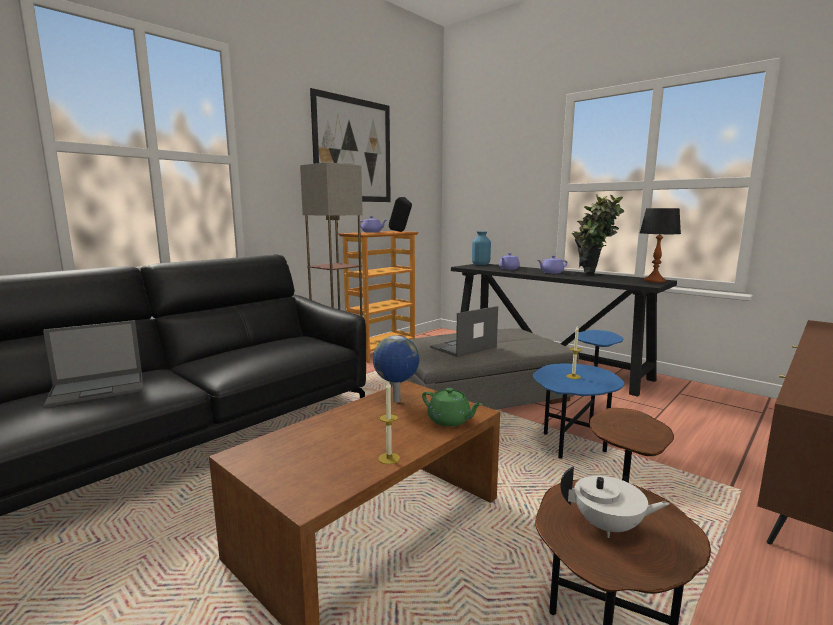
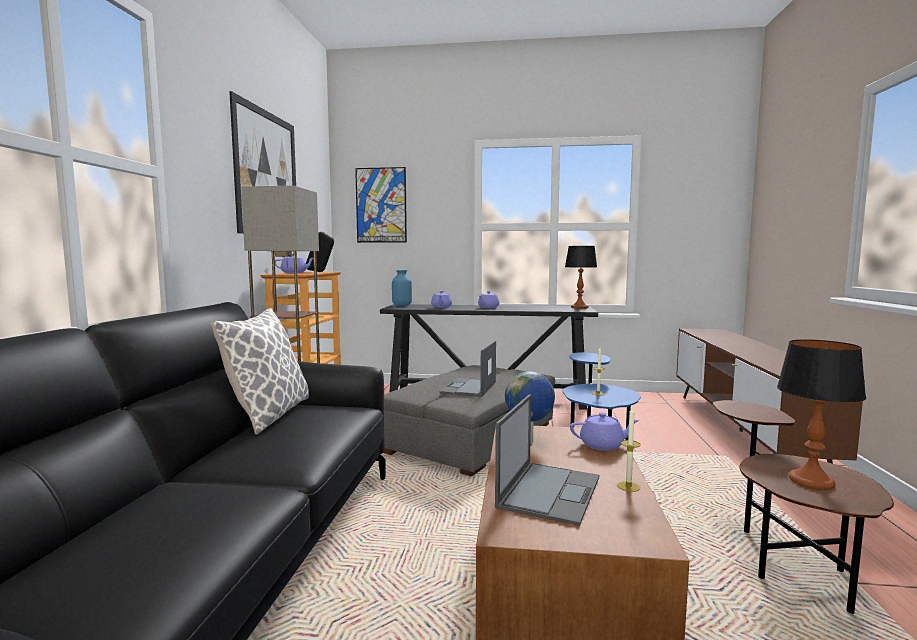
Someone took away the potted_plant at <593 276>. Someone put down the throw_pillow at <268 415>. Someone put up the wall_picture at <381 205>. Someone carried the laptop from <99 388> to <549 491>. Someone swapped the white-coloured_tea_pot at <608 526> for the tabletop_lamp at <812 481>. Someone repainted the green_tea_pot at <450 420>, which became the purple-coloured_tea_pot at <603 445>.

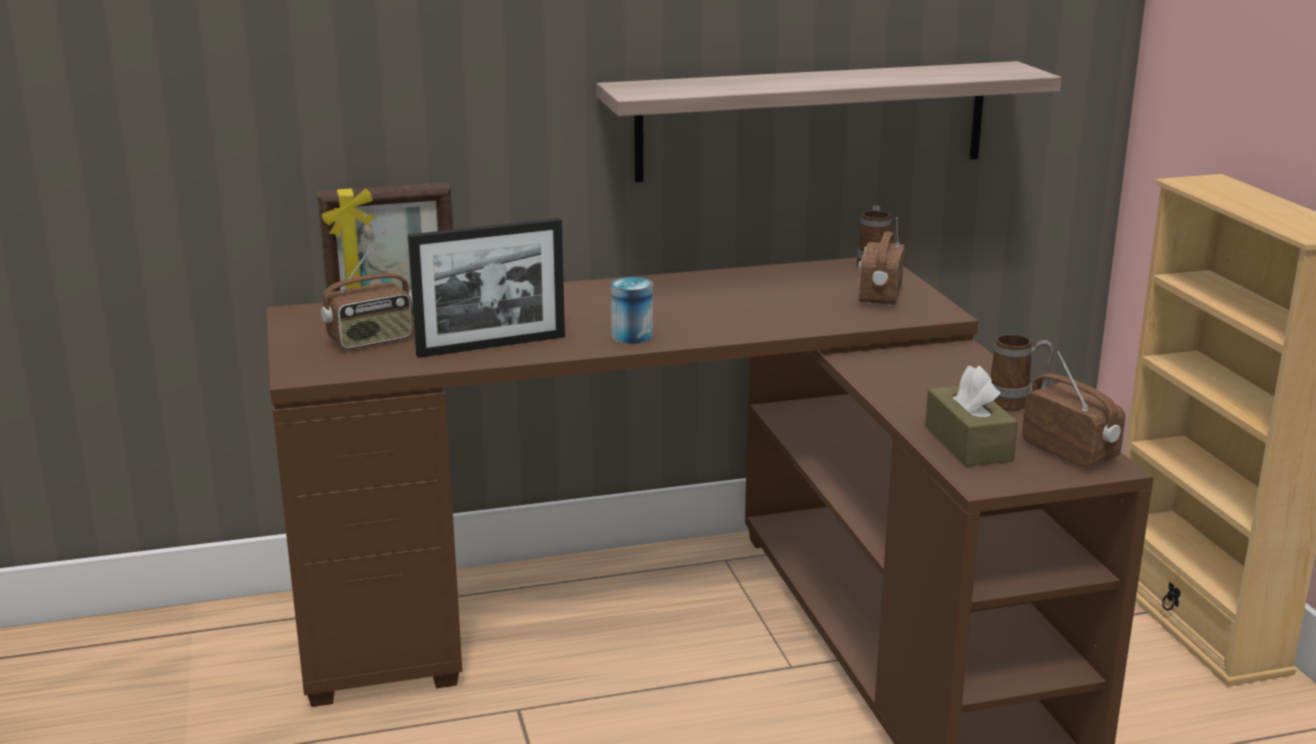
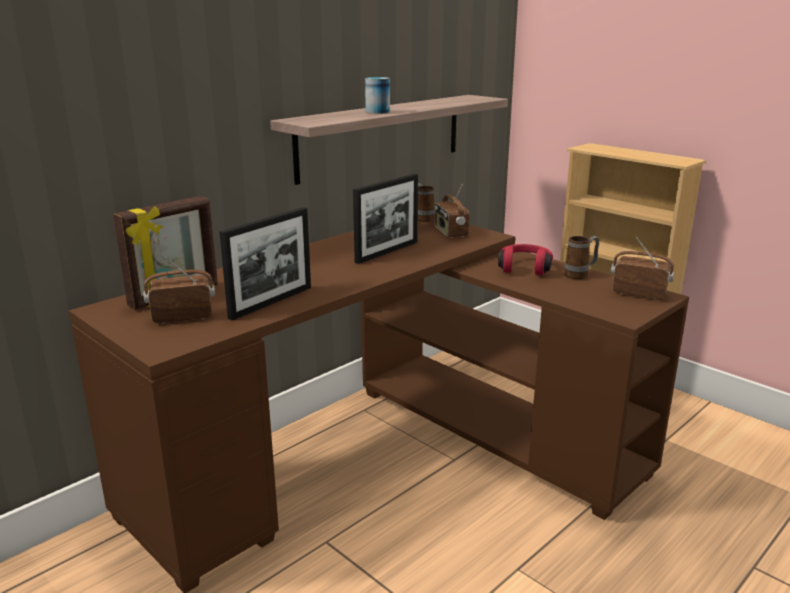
Someone took away the brown-coloured_tissue_holder at <968 443>. Someone put down the picture_frame at <387 252>. Someone put down the red-coloured_headphones at <525 268>. Someone carried the sealed_can from <632 336> to <377 112>. Someone rotated the radio_set at <371 341> by 135 degrees counterclockwise.

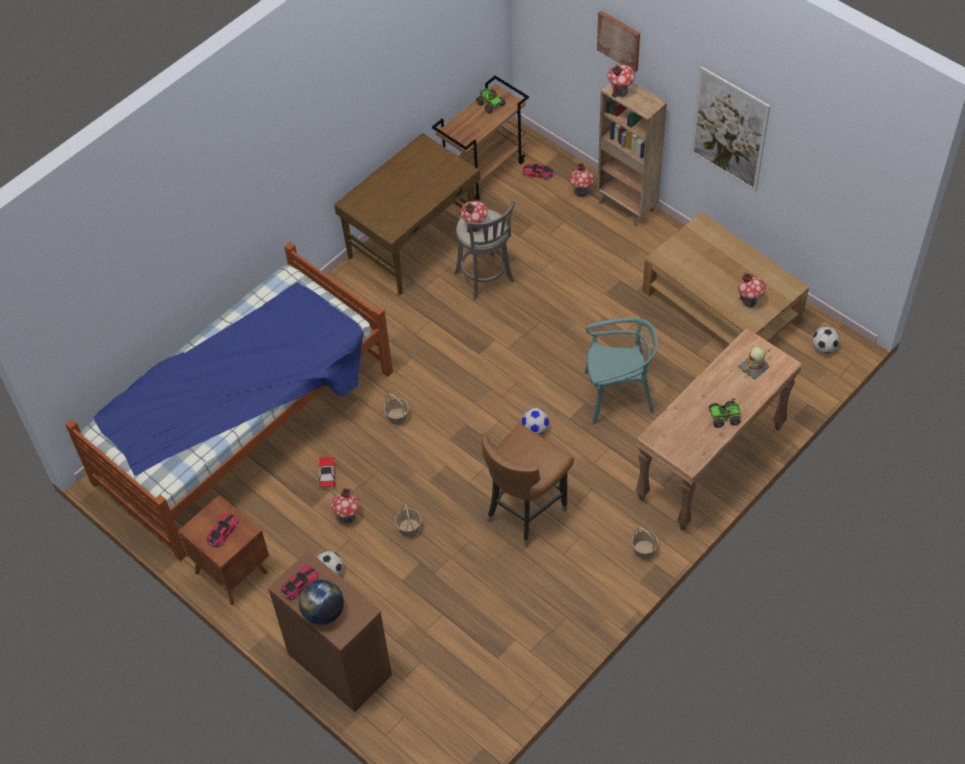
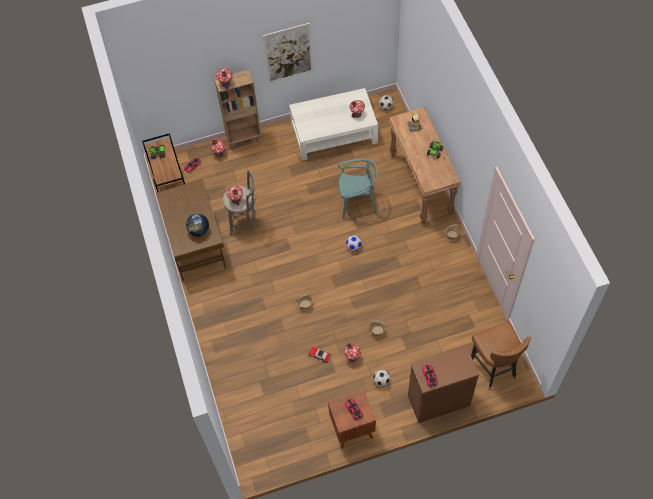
Someone took away the sleeping_bed at <246 427>. Someone took away the wall_picture at <619 40>. Someone carried the desk_globe from <323 612> to <199 231>. Someone carried the brown-coloured_upright_chair from <525 512> to <493 368>. Someone repainted the brown-coloured_lounge_table at <720 305>, which became the white-coloured_lounge_table at <333 133>. Someone rotated the turquoise_upright_chair at <617 395> by 60 degrees clockwise.

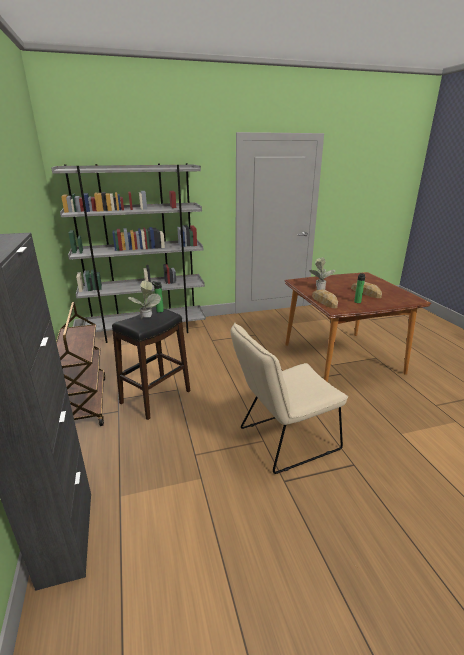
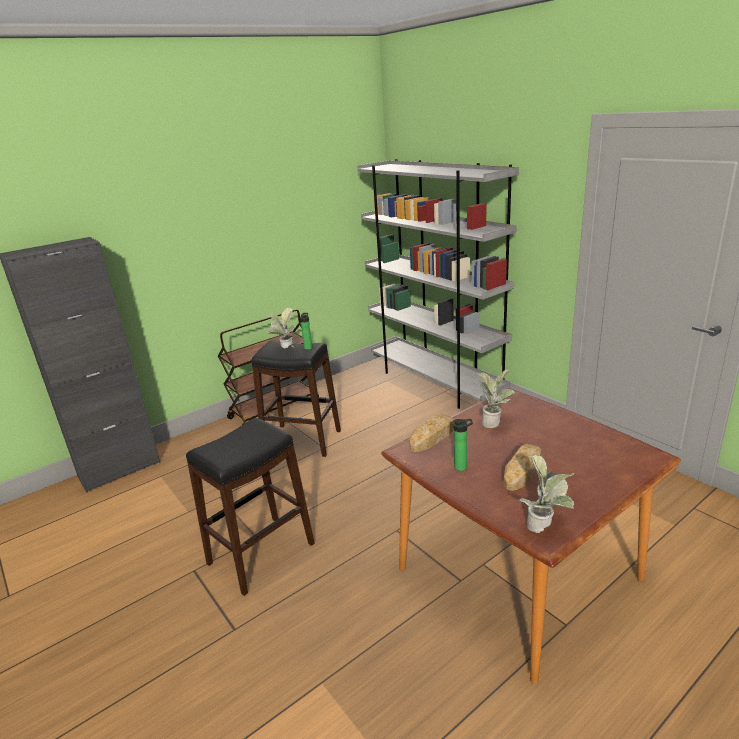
Someone put down the potted_plant at <544 528>. Someone swapped the beige-coloured_upright_chair at <283 440> for the black_stool_seat at <261 553>.

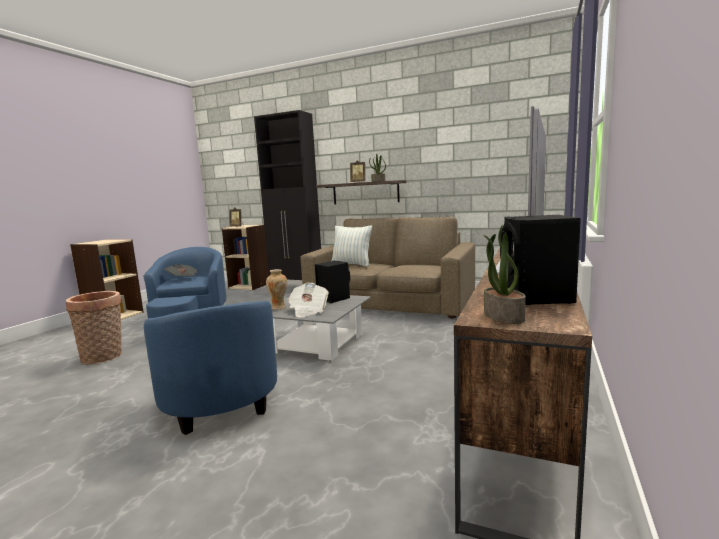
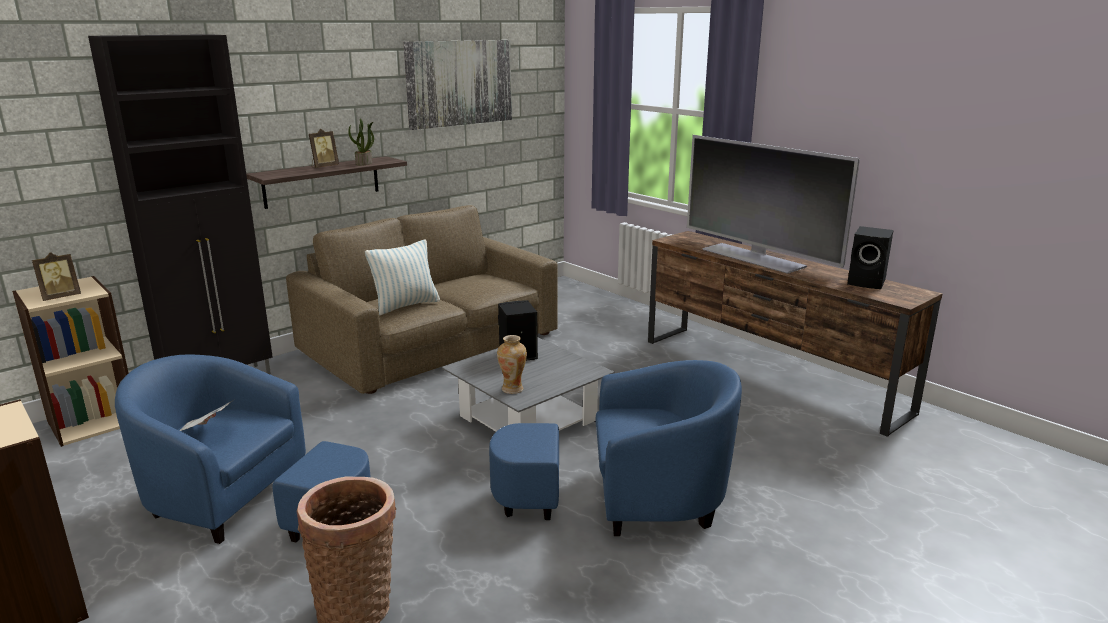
Someone took away the daily_paper at <308 311>. Someone took away the potted_plant at <502 316>. Someone put up the wall_picture at <459 83>.

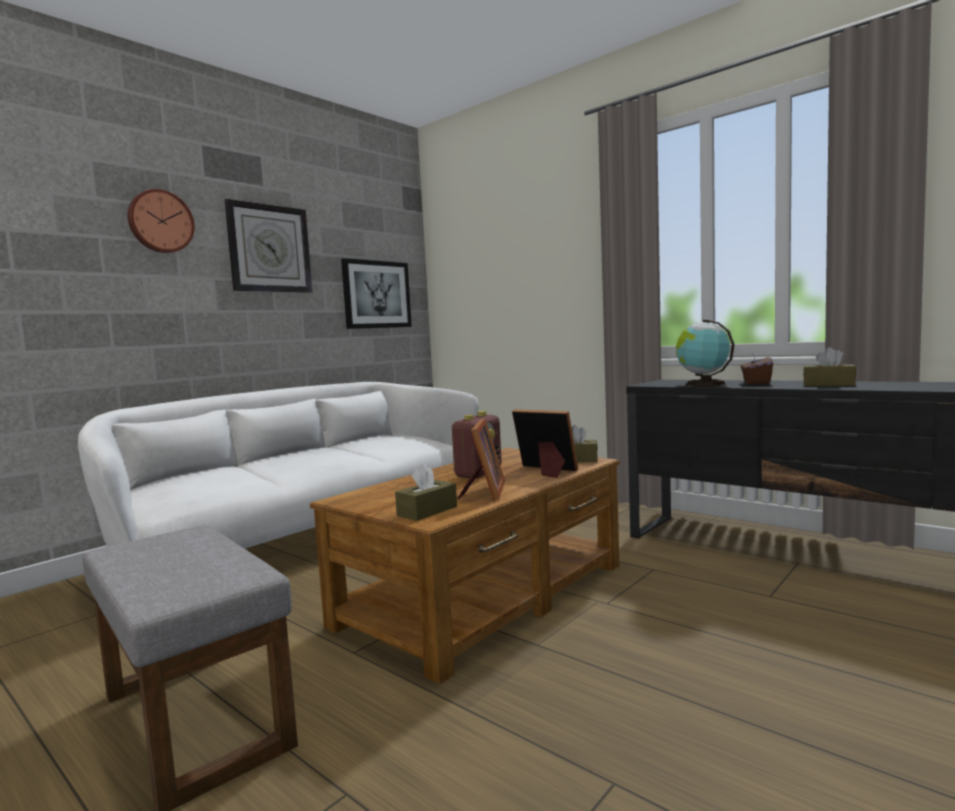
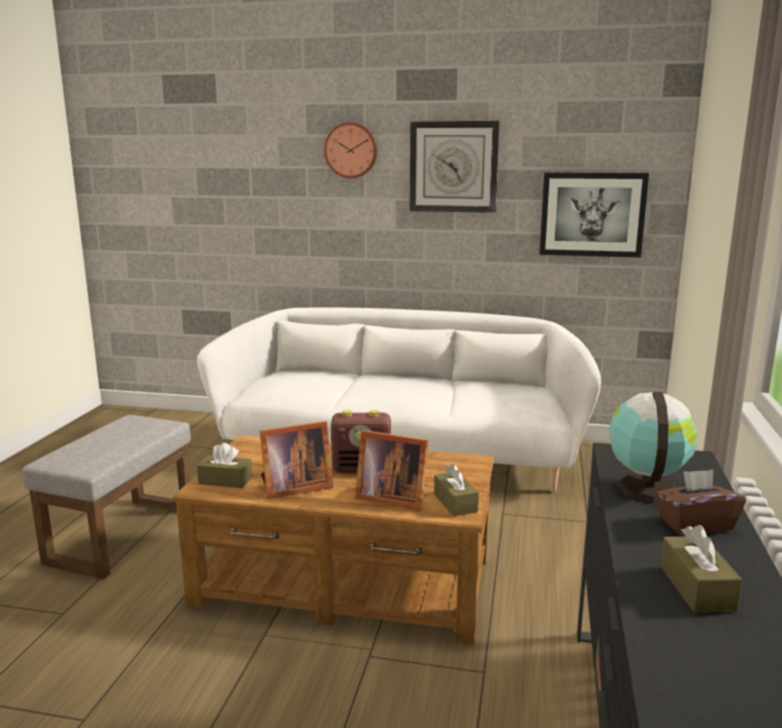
Someone rotated the picture_frame at <545 471> by 105 degrees clockwise.

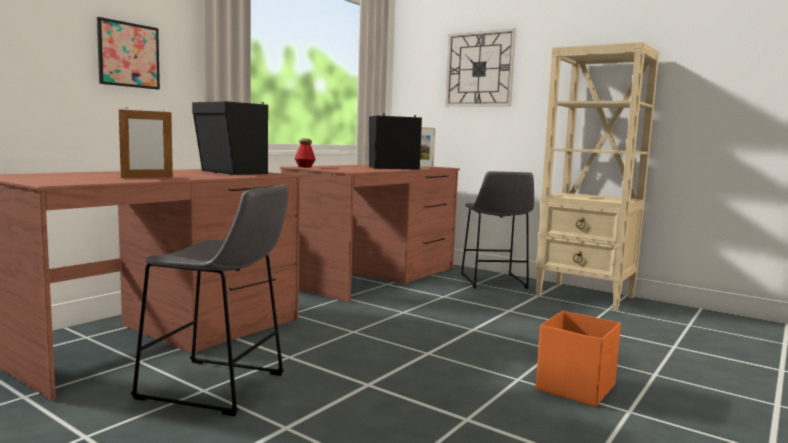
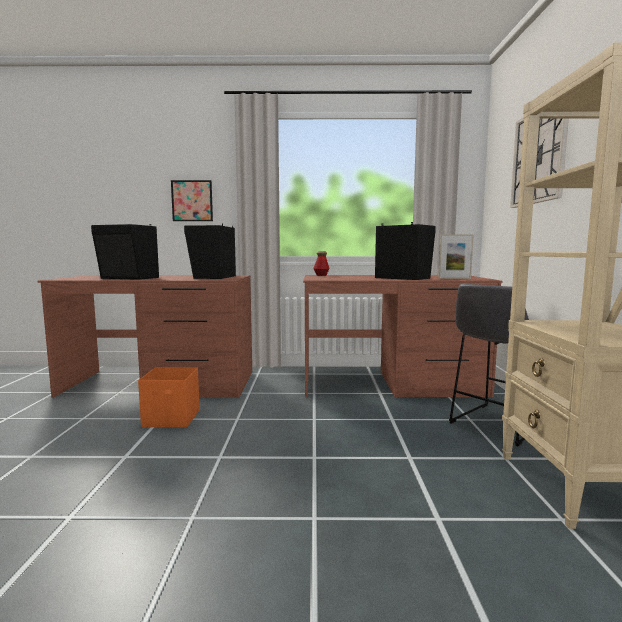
Someone took away the gray_stool_seat at <218 387>. Someone carried the orange_storage_bin from <576 387> to <172 419>. Someone swapped the picture_frame at <147 177> for the black_audio_speaker at <129 278>.

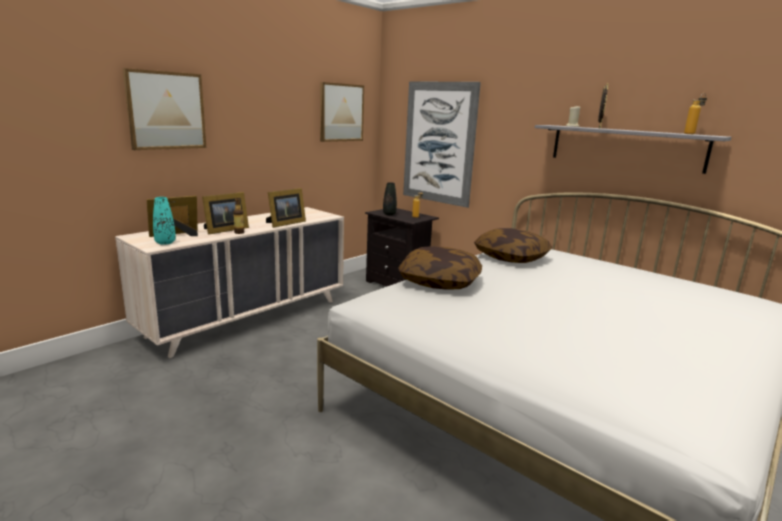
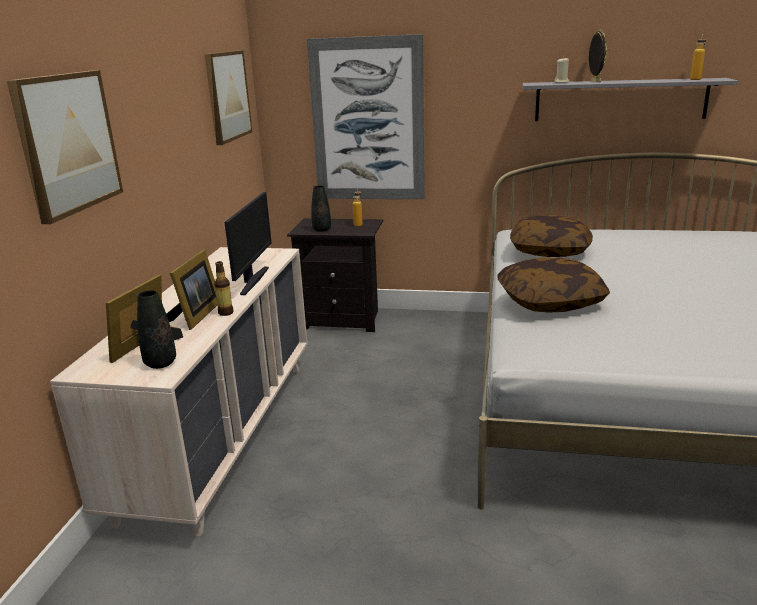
Someone swapped the picture_frame at <285 223> for the computer_display at <252 280>. Someone repainted the turquoise_vase at <165 242>, which became the black_vase at <160 363>.

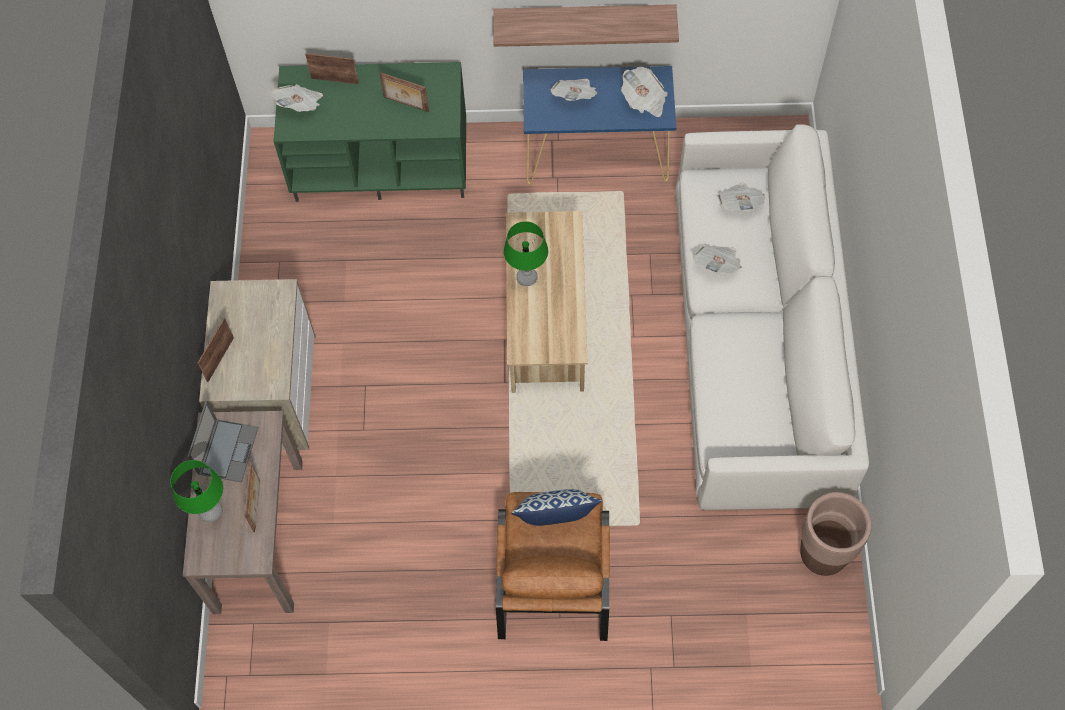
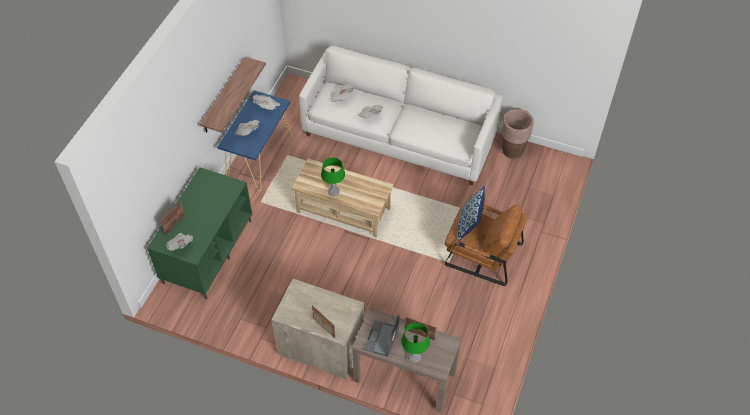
Someone took away the picture_frame at <405 104>. Someone rotated the laptop at <228 450> by 105 degrees counterclockwise.

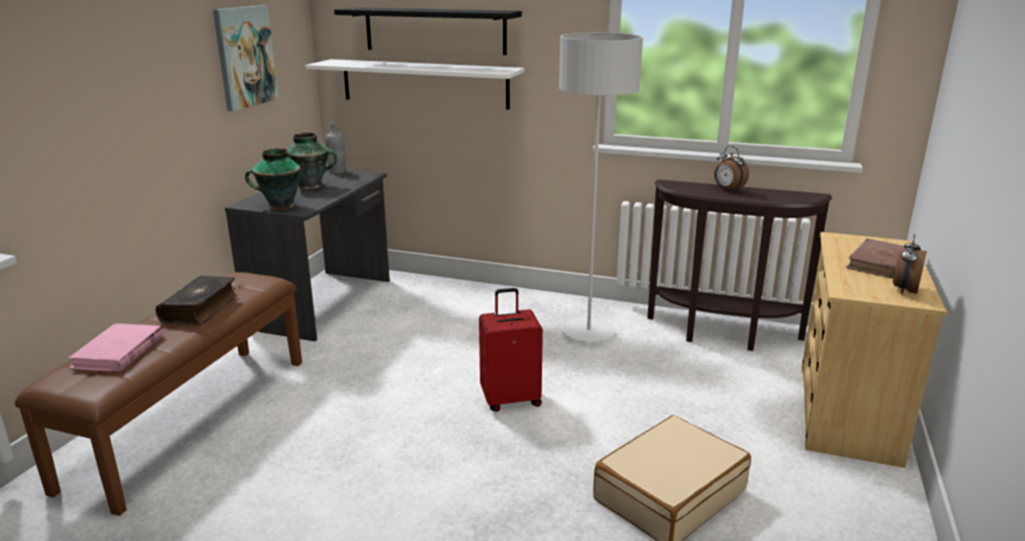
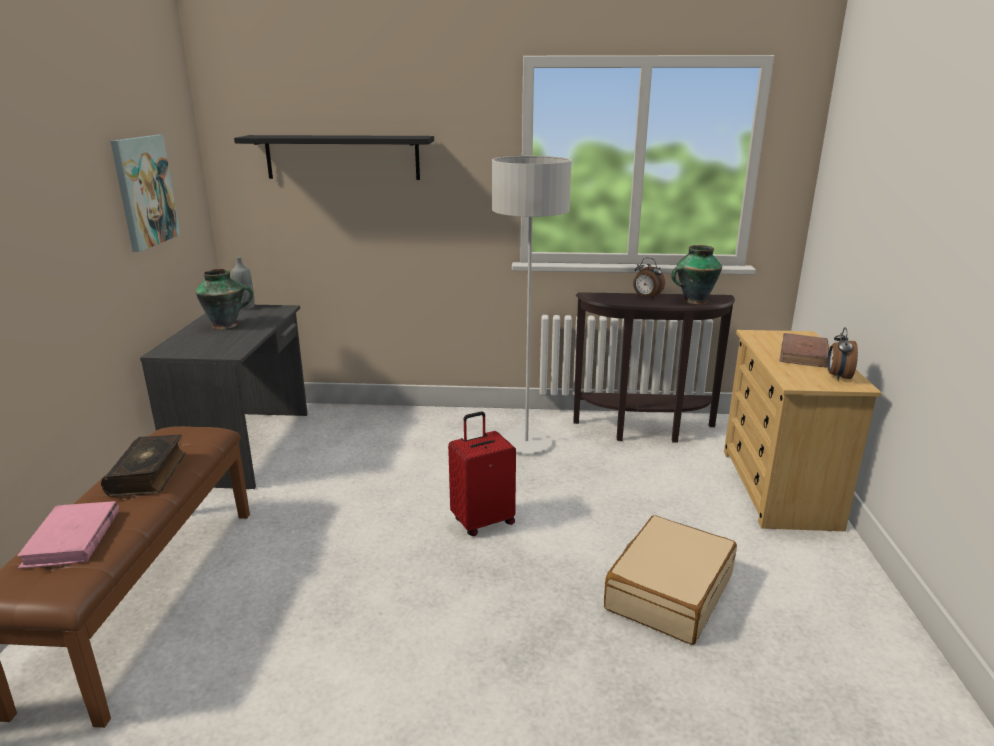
Someone took away the white-coloured_wall_shelf at <424 83>. Someone carried the vase from <280 206> to <693 301>.

